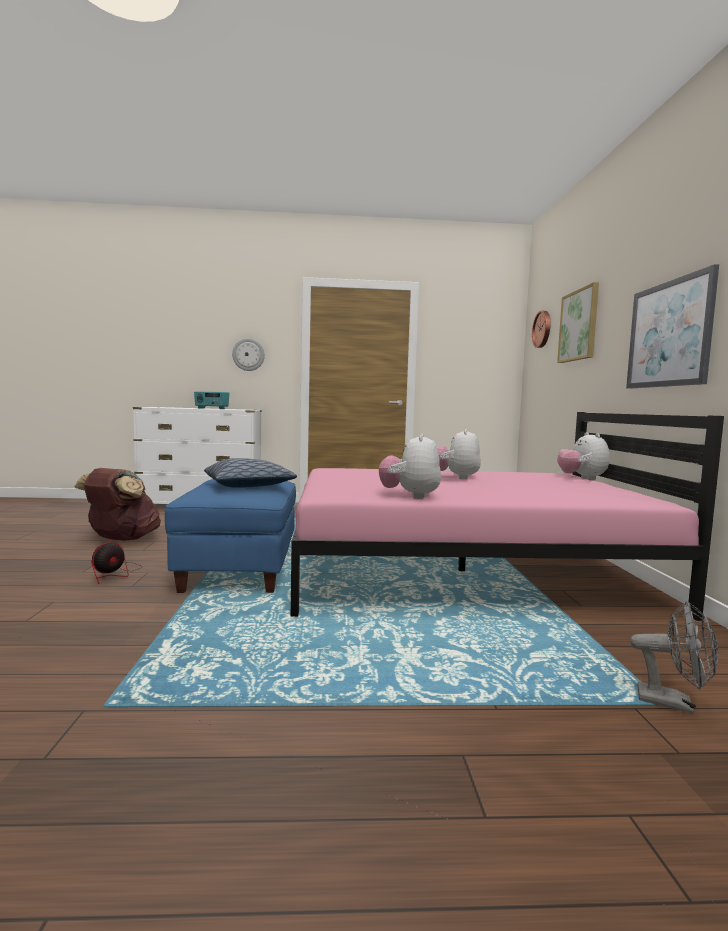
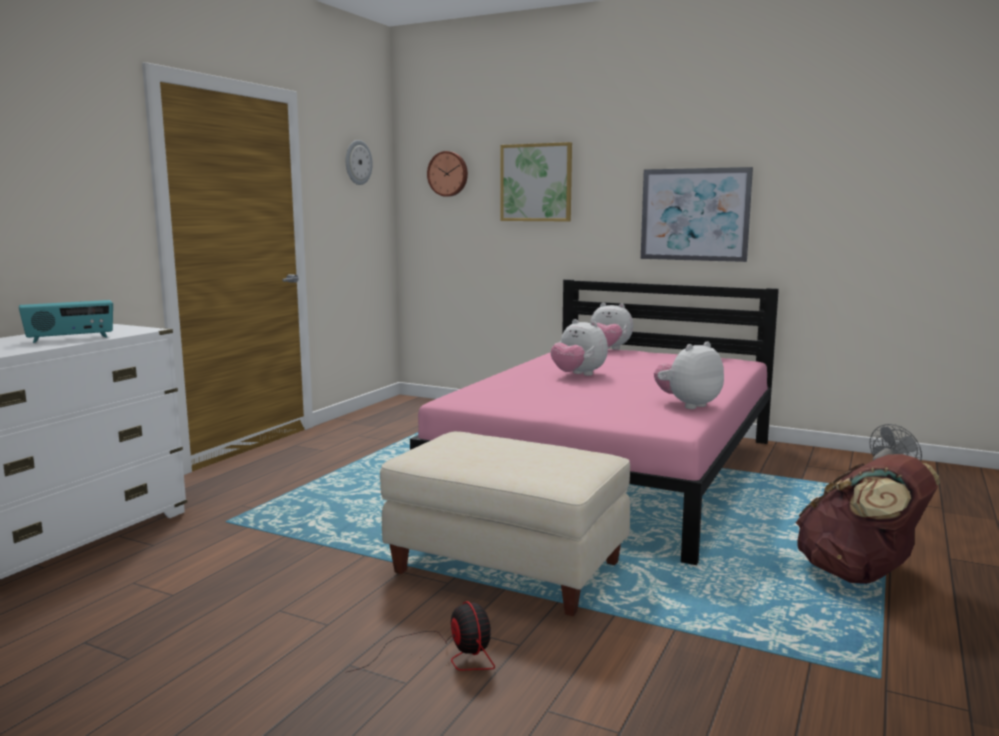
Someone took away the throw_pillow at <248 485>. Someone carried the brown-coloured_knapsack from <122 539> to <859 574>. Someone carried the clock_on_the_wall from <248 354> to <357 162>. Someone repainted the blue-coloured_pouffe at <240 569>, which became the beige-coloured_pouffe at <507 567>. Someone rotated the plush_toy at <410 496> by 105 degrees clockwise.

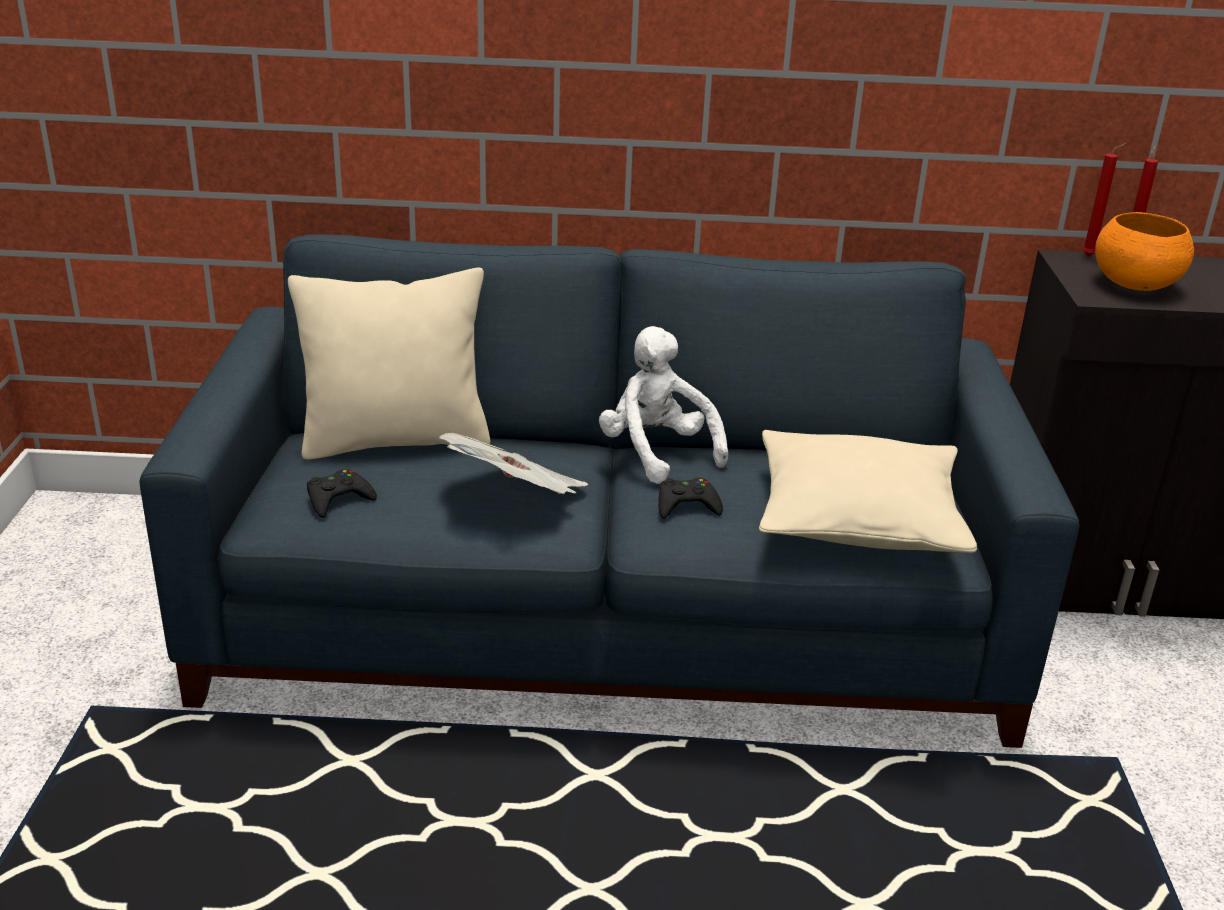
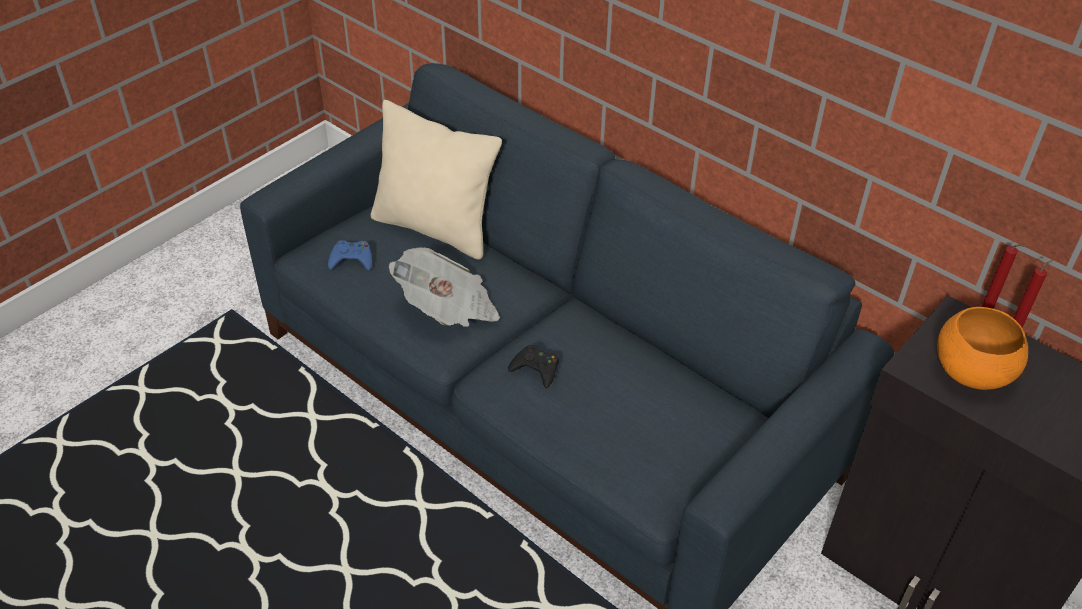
Someone took away the white-coloured_plush_toy at <656 453>. Someone took away the beige-coloured_throw_pillow at <858 518>. Someone repainted the black_joypad at <338 499>, which became the blue-coloured_joypad at <352 259>.

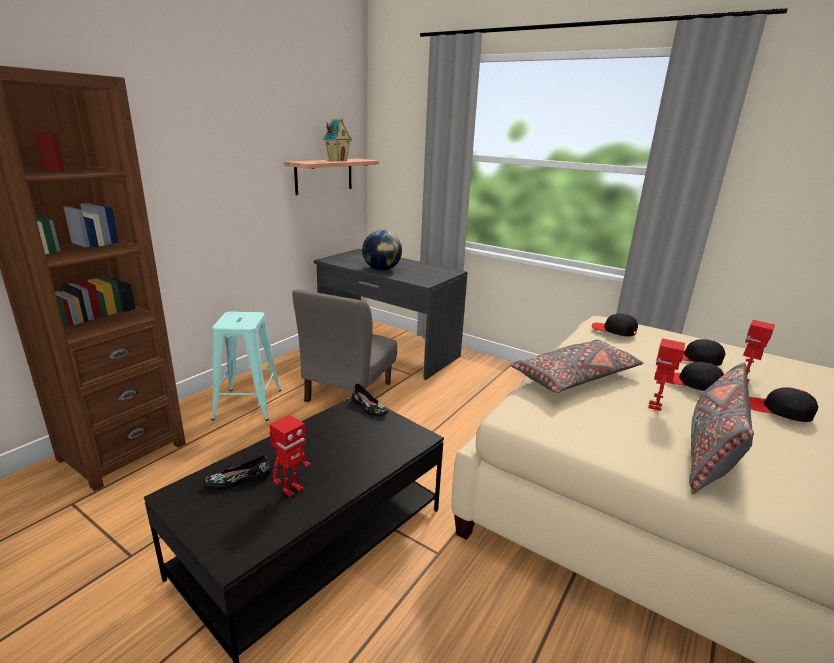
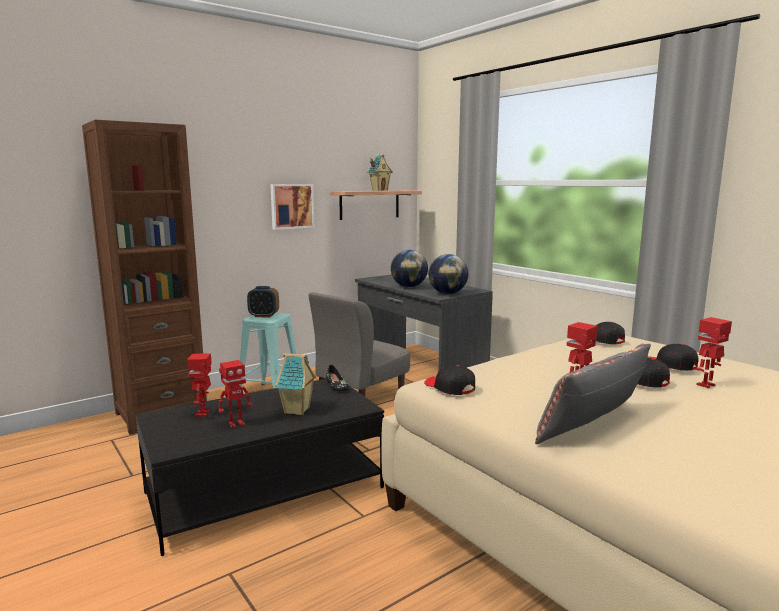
Someone took away the gray_throw_pillow at <575 378>. Someone put down the table_clock at <264 316>. Someone put up the wall_picture at <291 206>. Someone put down the miniature_house at <297 411>. Someone put down the desk_globe at <447 293>. Someone carried the black_baseball_cap from <778 410> to <449 388>. Someone swapped the black_low_shoe at <238 479> for the model_robot at <203 414>.

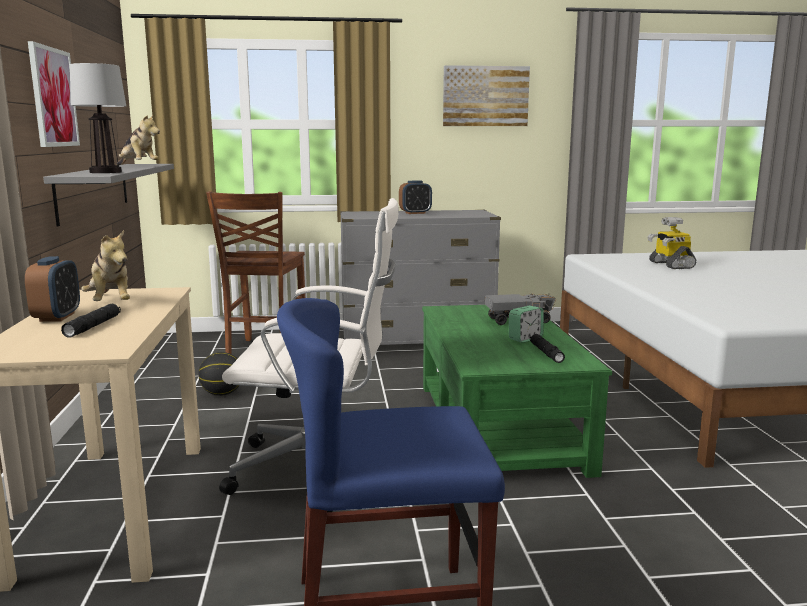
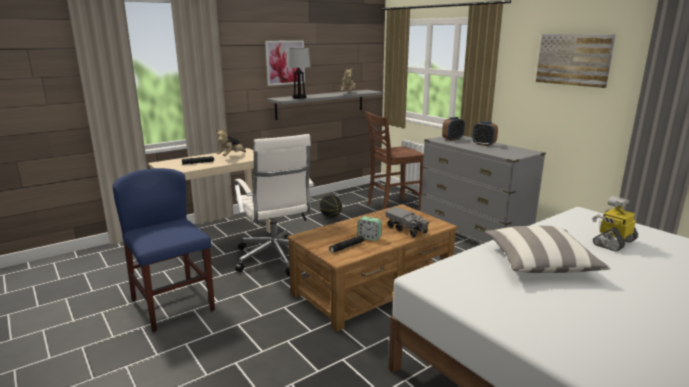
Someone put down the throw_pillow at <539 263>. Someone carried the table_clock from <57 317> to <452 139>. Someone repainted the green_lounge_table at <499 425>, which became the brown-coloured_lounge_table at <374 287>.

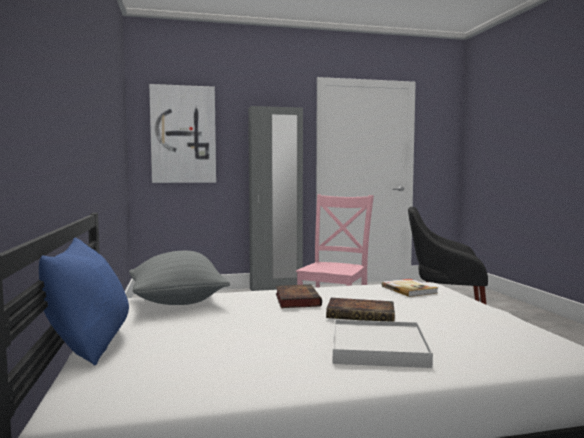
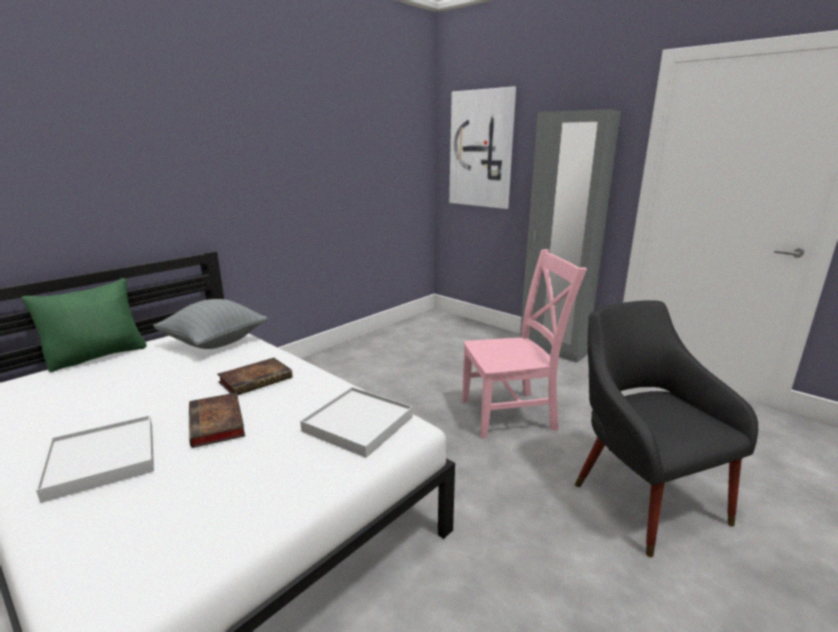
Someone swapped the bound_book at <409 289> for the white-coloured_tray at <358 424>. Someone repainted the blue-coloured_throw_pillow at <89 345>, which became the green_throw_pillow at <98 356>.

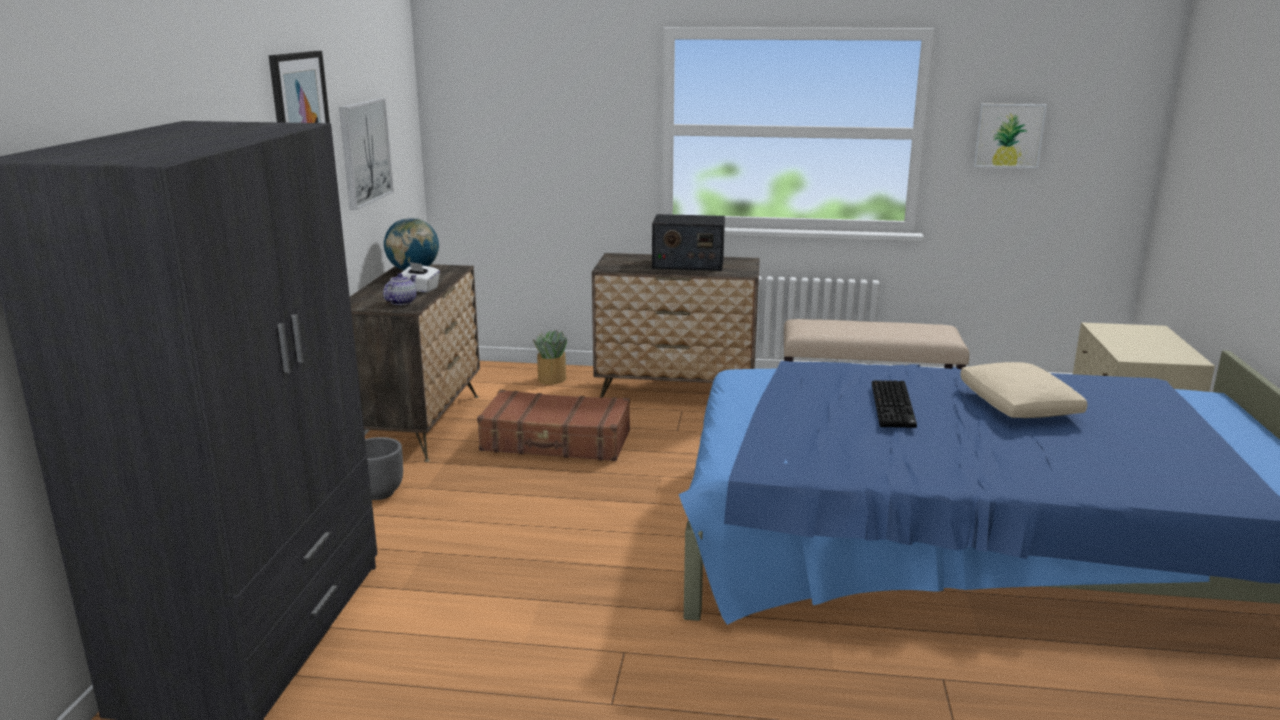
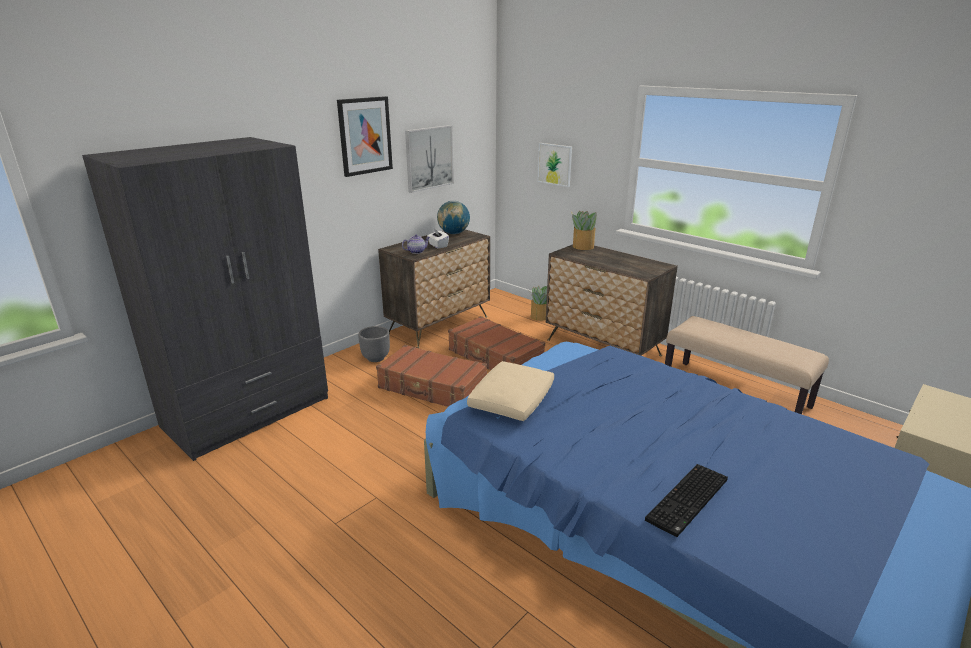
Someone took away the radio_set at <687 264>. Someone put down the brown-coloured_piece_of_luggage at <432 387>. Someone put down the potted_plant at <582 246>. Someone carried the computer_keyboard from <894 406> to <688 501>. Someone carried the beige-coloured_throw_pillow from <1017 405> to <512 400>. Someone carried the wall_picture from <1009 135> to <555 164>.

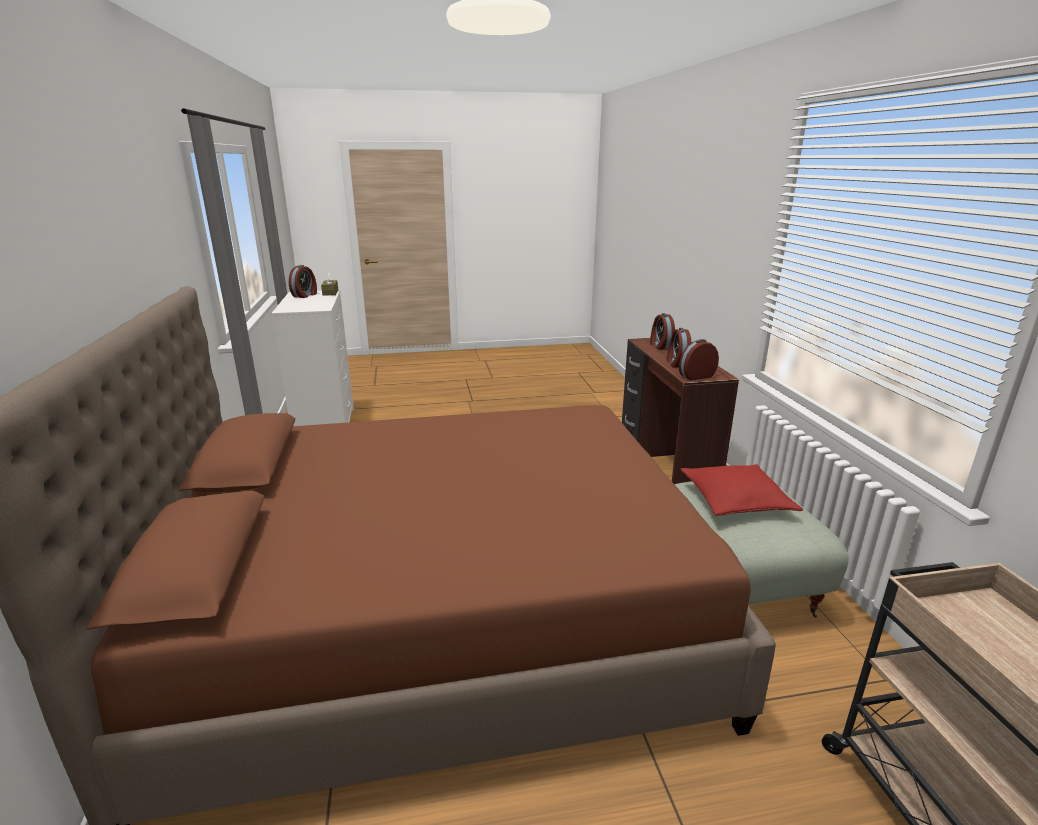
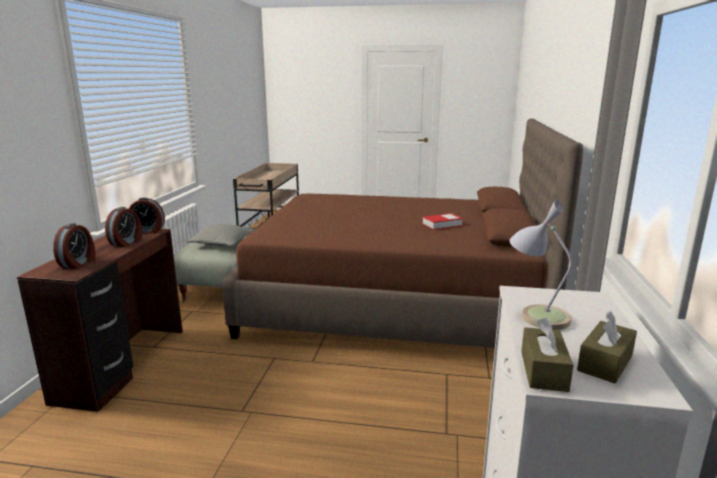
Someone put down the bound_book at <442 224>. Someone put down the tabletop_lamp at <535 315>. Someone swapped the table_clock at <305 295> for the brown-coloured_tissue_holder at <605 363>. Someone repainted the red-coloured_throw_pillow at <736 500>, which became the gray_throw_pillow at <222 243>.

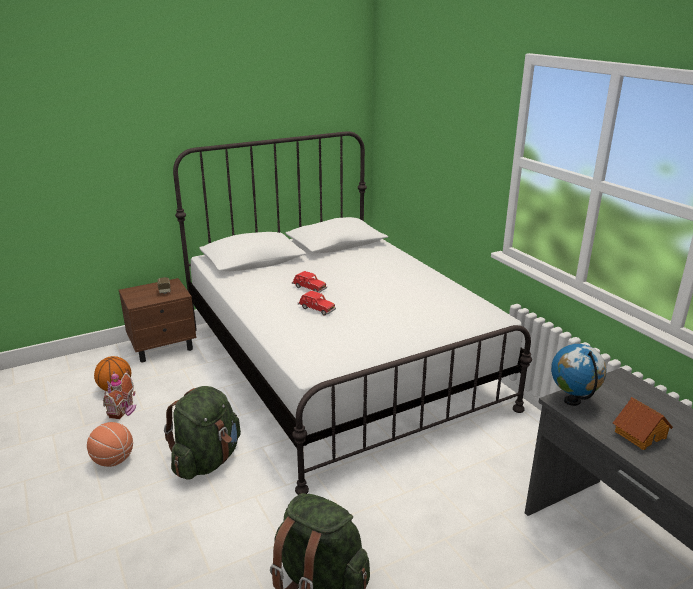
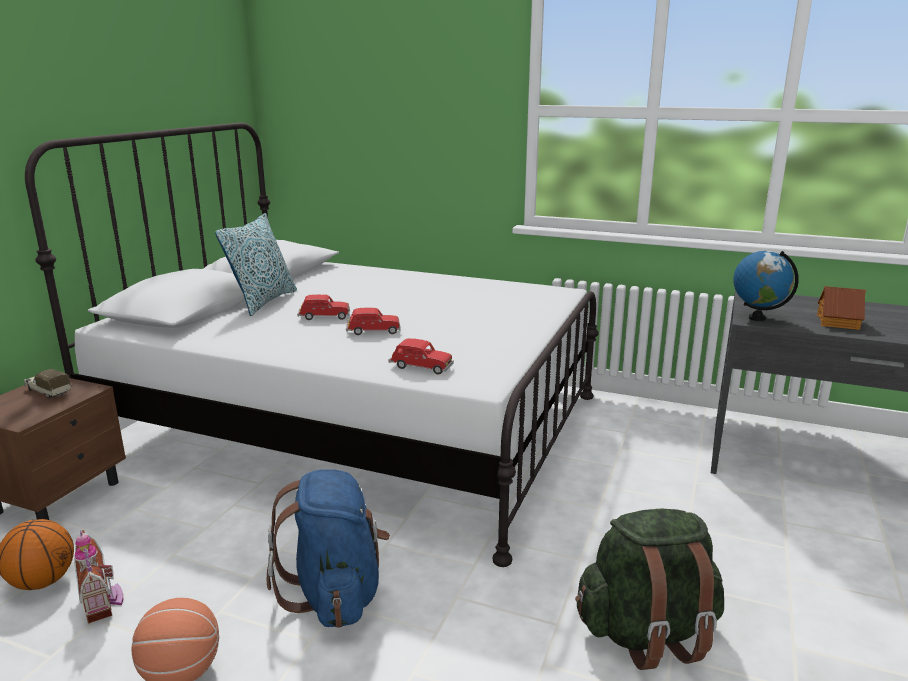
Someone put down the throw_pillow at <263 301>. Someone put down the red-coloured_toy_car at <421 367>. Someone repainted the green_knapsack at <207 460>, which became the blue-coloured_knapsack at <335 593>.

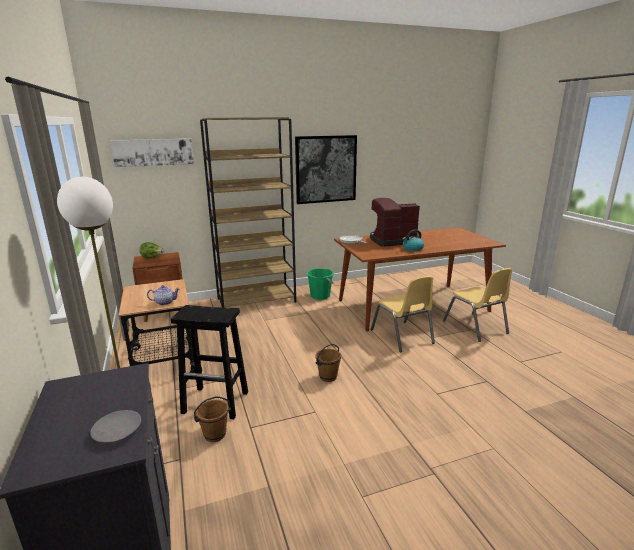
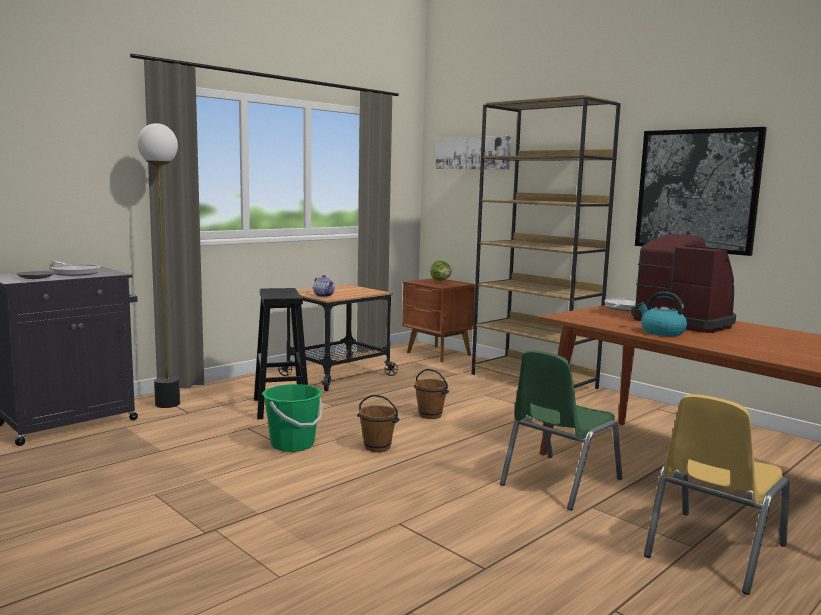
Someone put down the skillet at <75 272>. Someone carried the brown-coloured_bucket from <215 434> to <430 415>. Someone carried the green_bucket from <320 296> to <292 444>. Someone repainted the yellow-coloured_upright_chair at <402 336>, which became the green_upright_chair at <559 482>.

